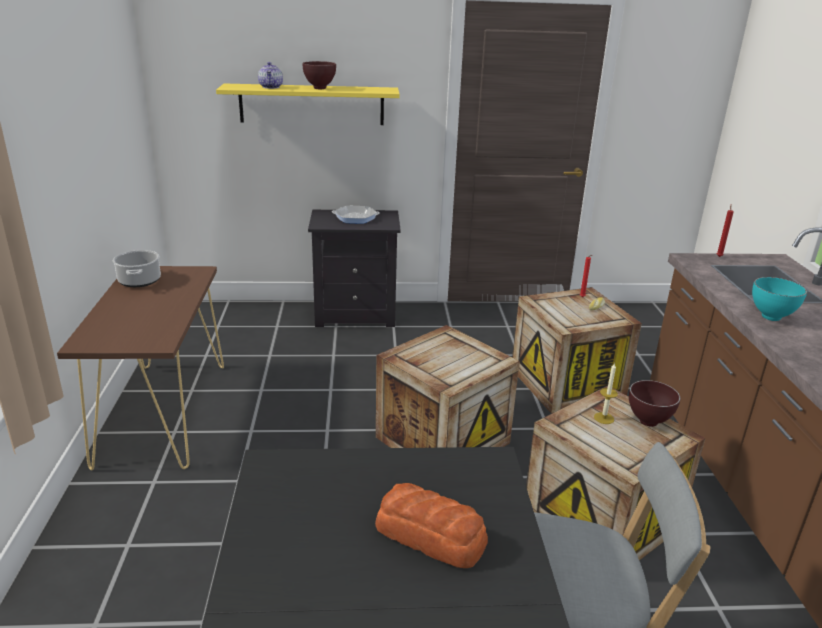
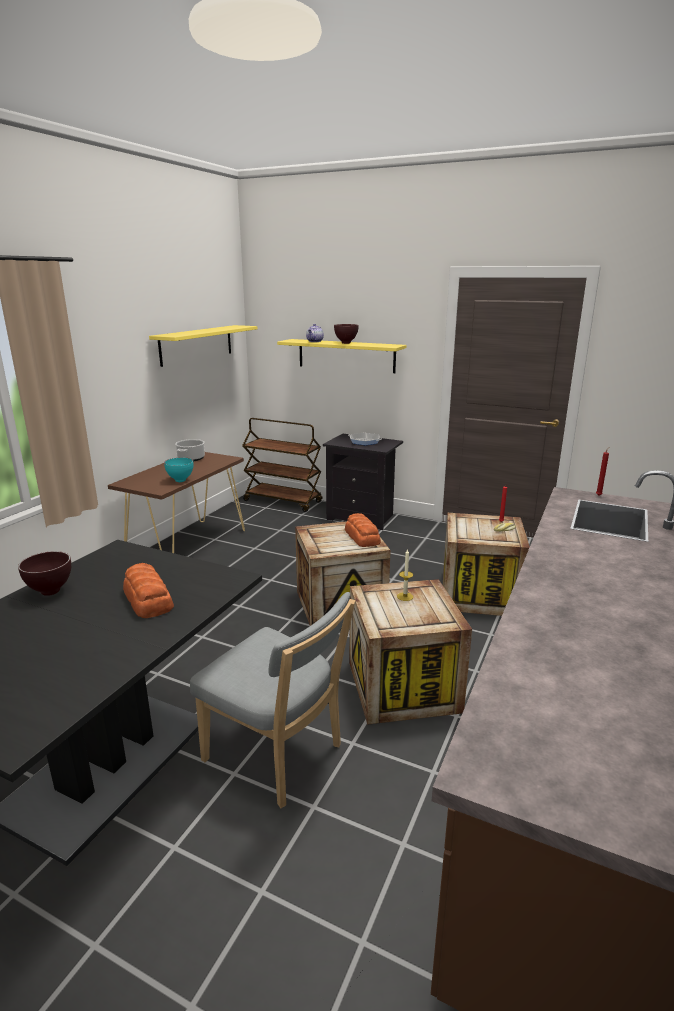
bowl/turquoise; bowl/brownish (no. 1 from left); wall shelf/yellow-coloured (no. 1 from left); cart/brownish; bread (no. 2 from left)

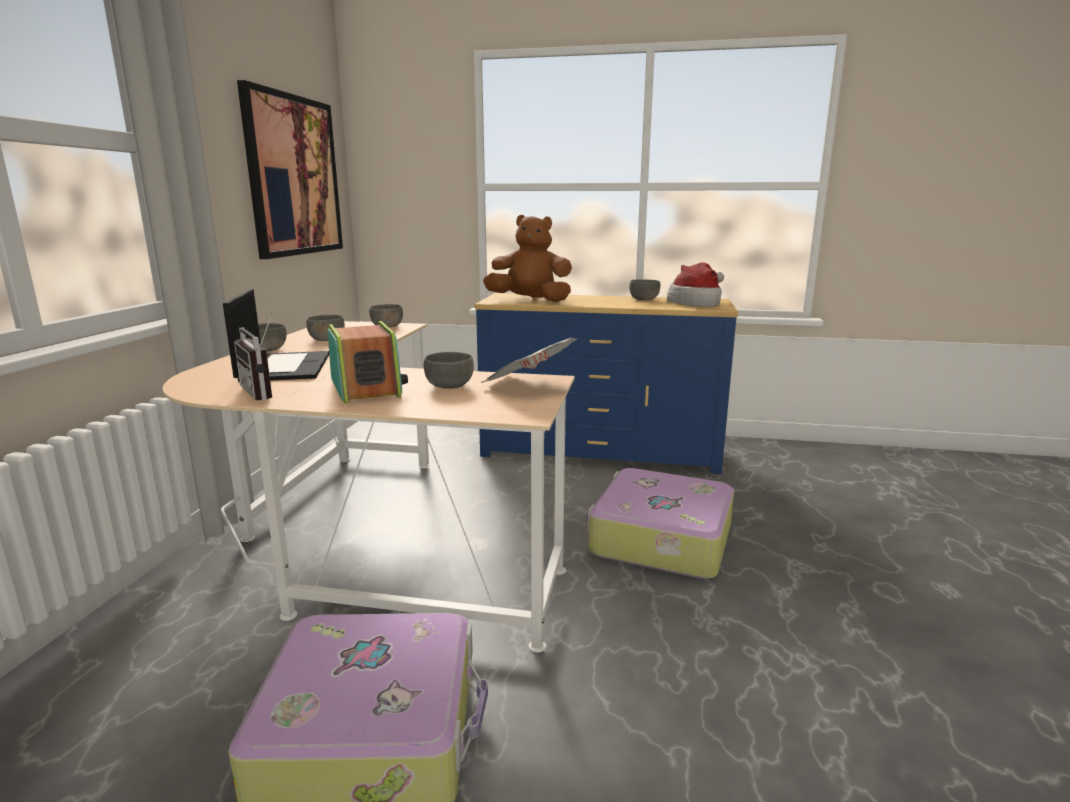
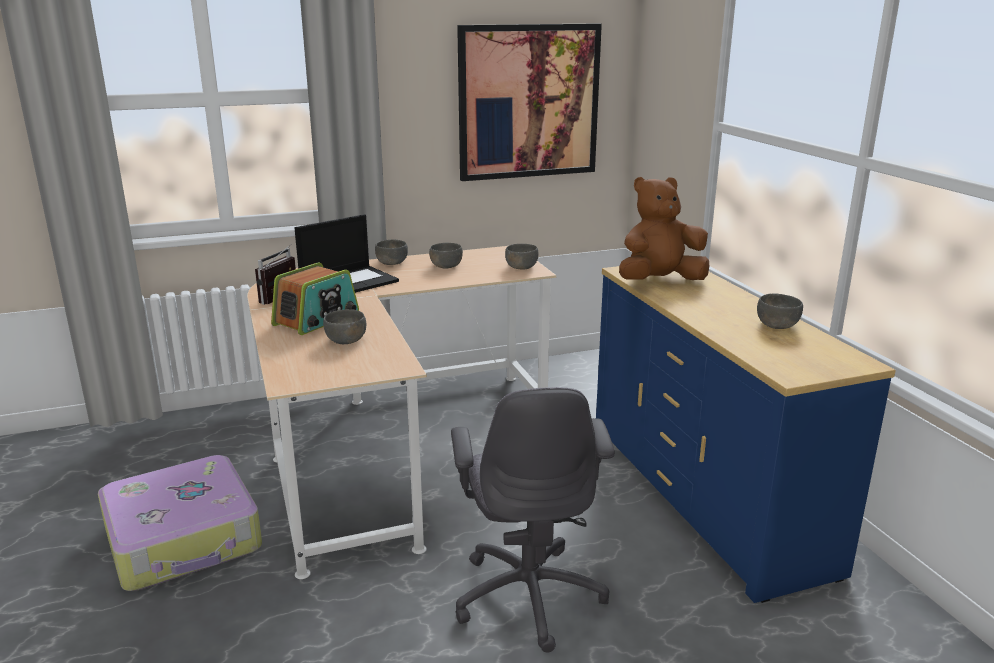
soft toy/brownish; wearable hat; printed paper; desk chair/grey

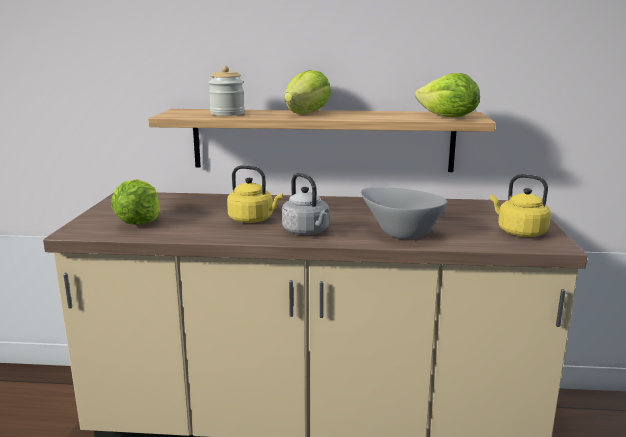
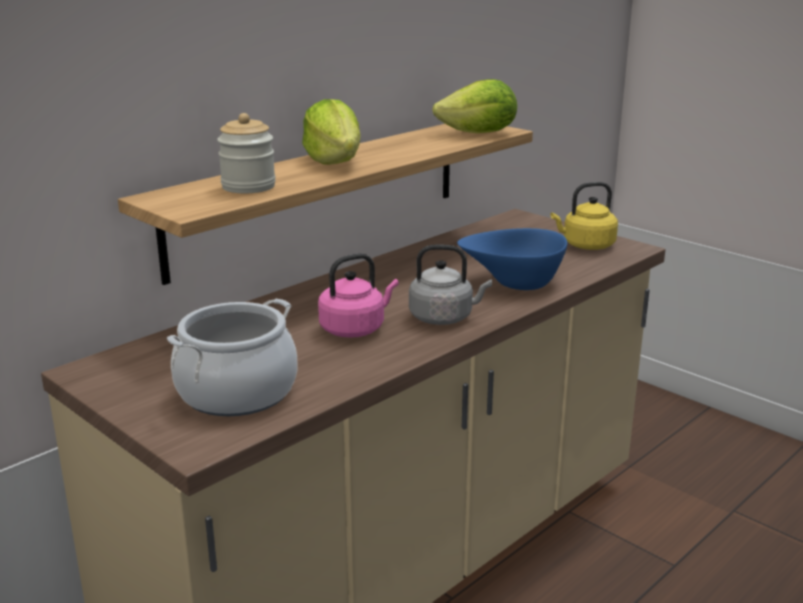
kettle/pink; stockpot; bowl/blue

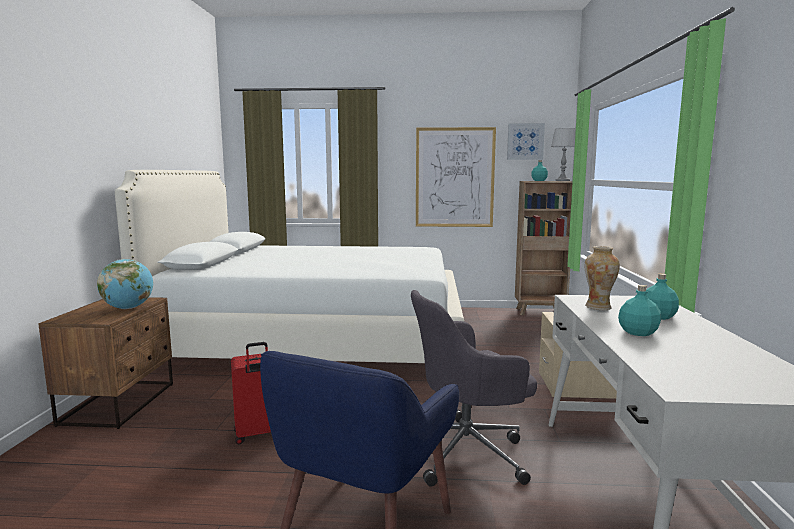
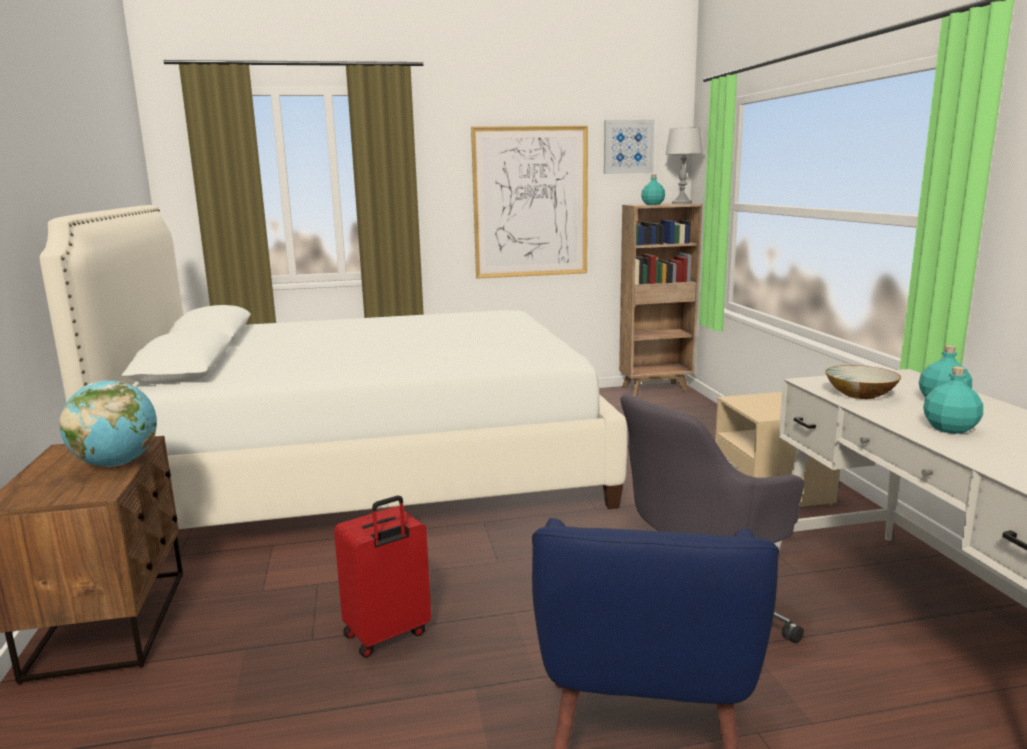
bowl

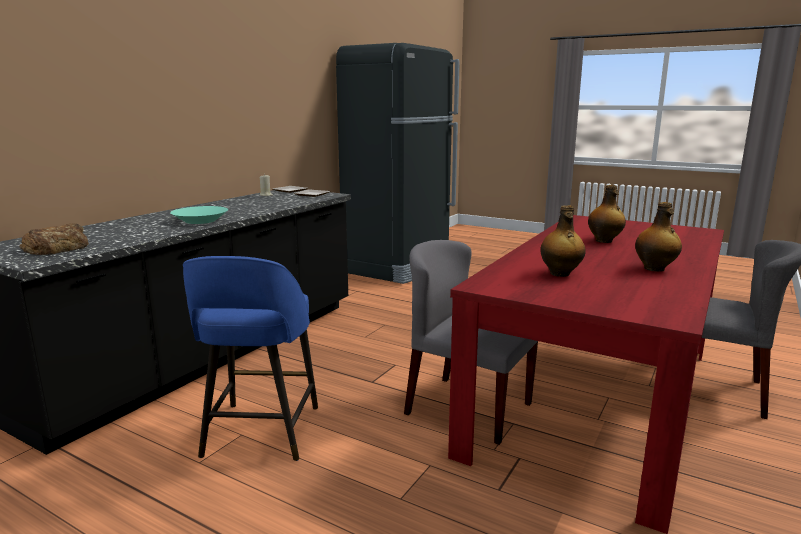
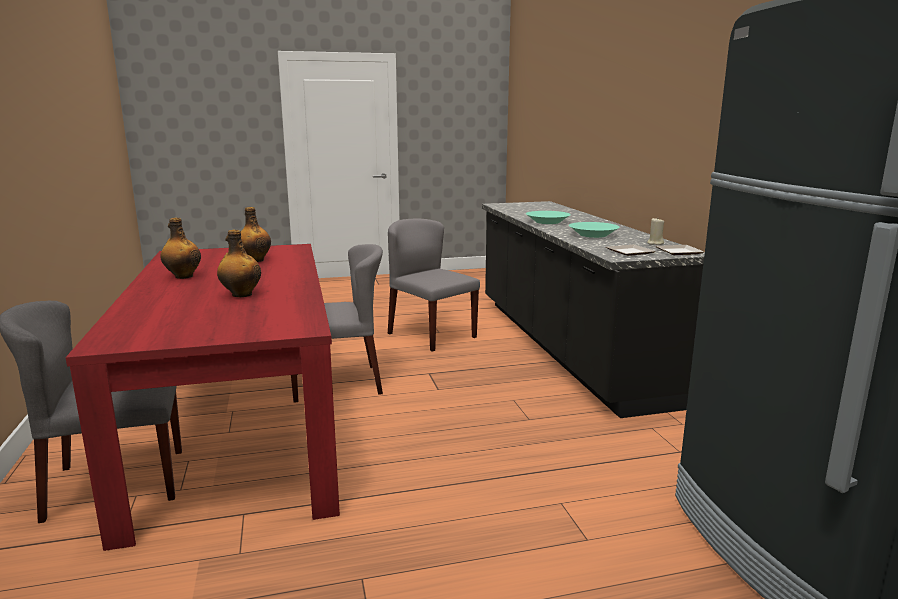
bread; plain chair/grey (no. 3 from left); bowl/turquoise (no. 2 from left)

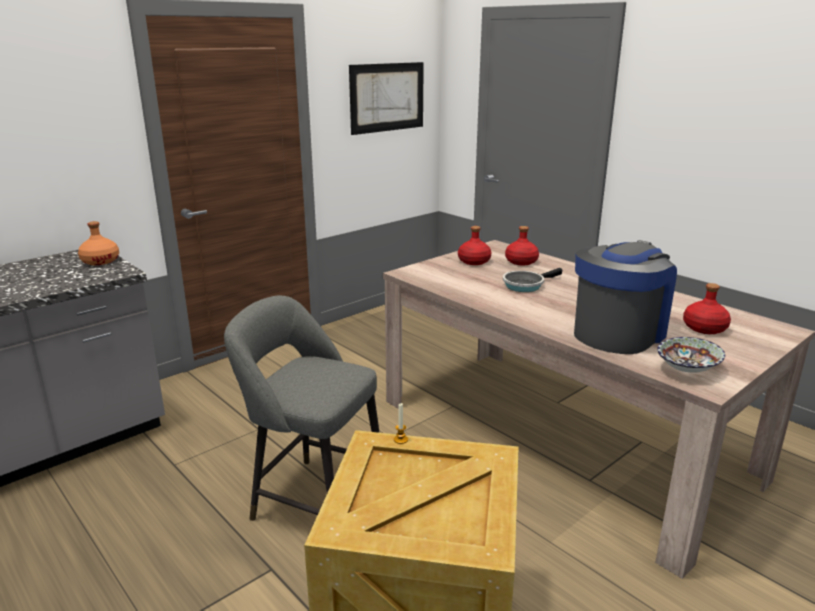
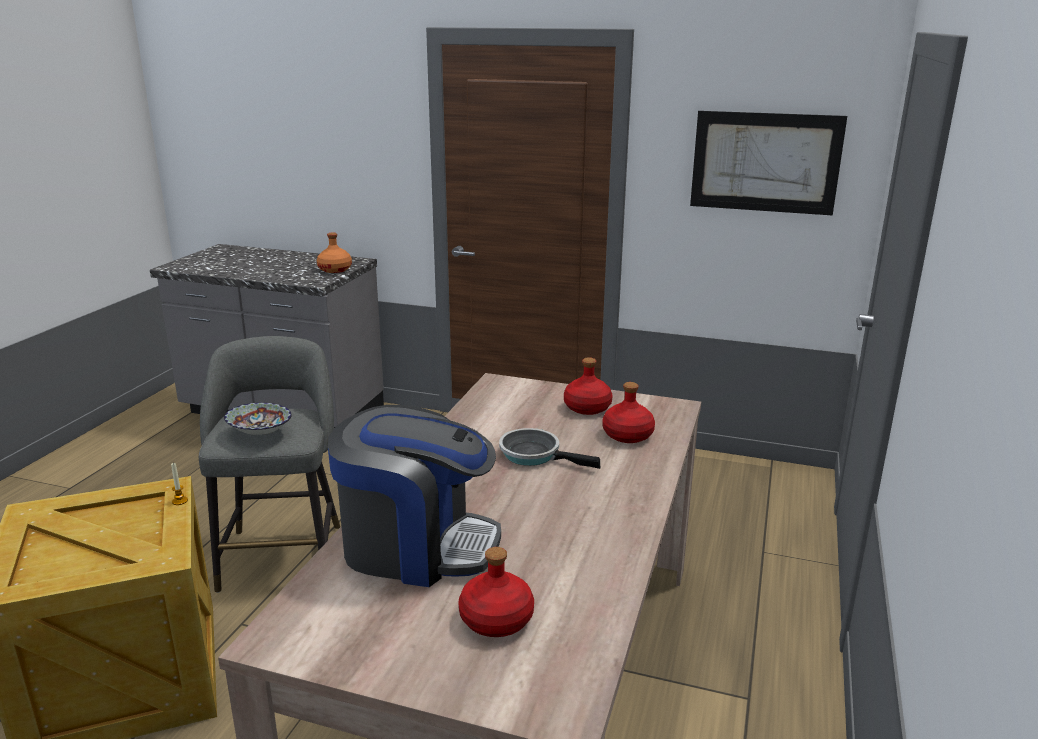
bowl

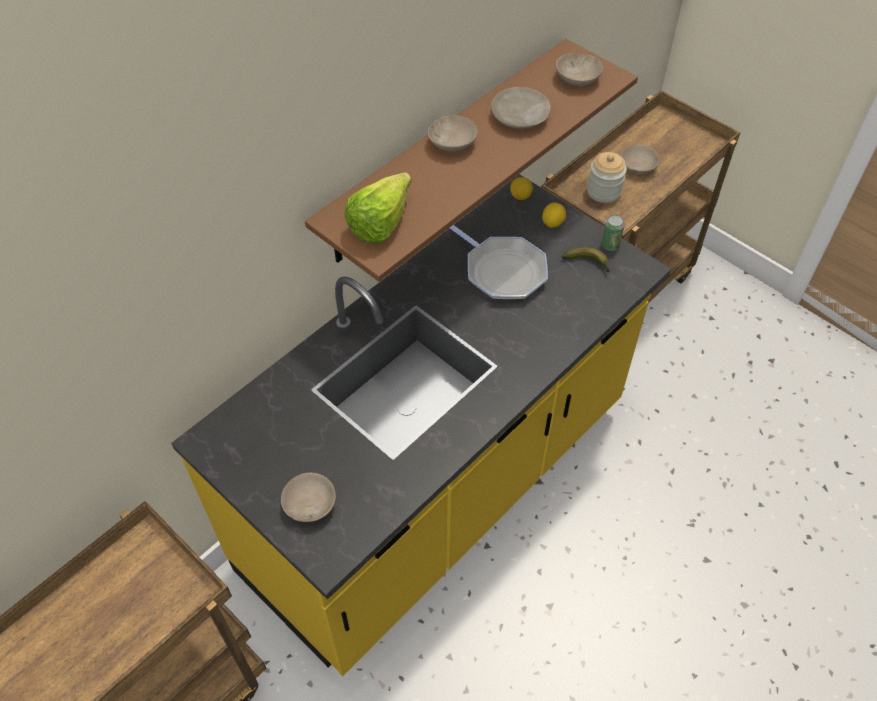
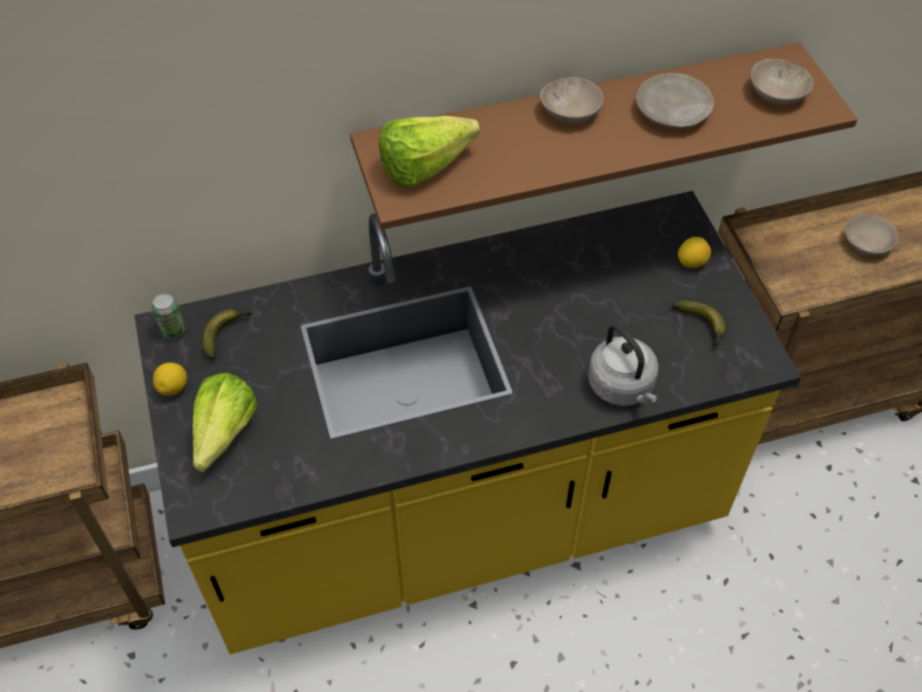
storage jar; citrus fruit (no. 1 from left); can; skillet; lettuce head (no. 1 from left); banana (no. 1 from left); kettle/grey

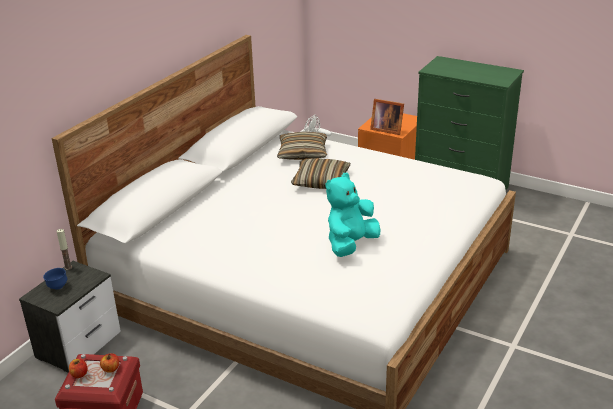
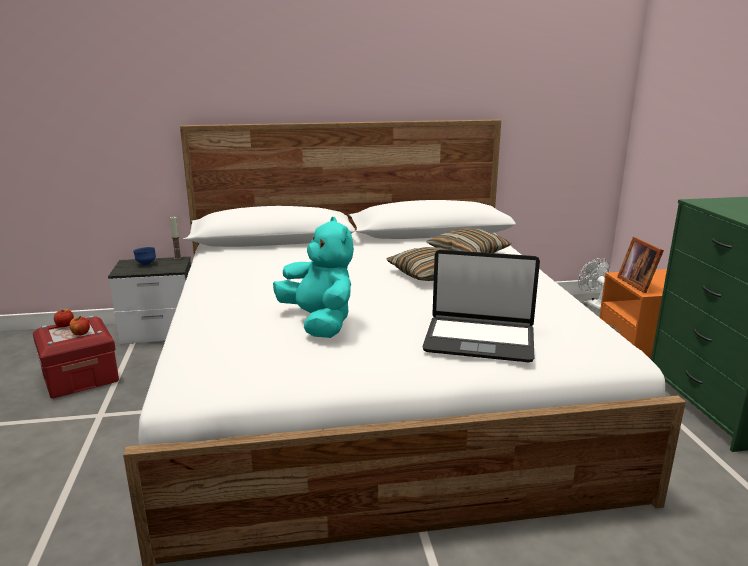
soft toy/turquoise; laptop

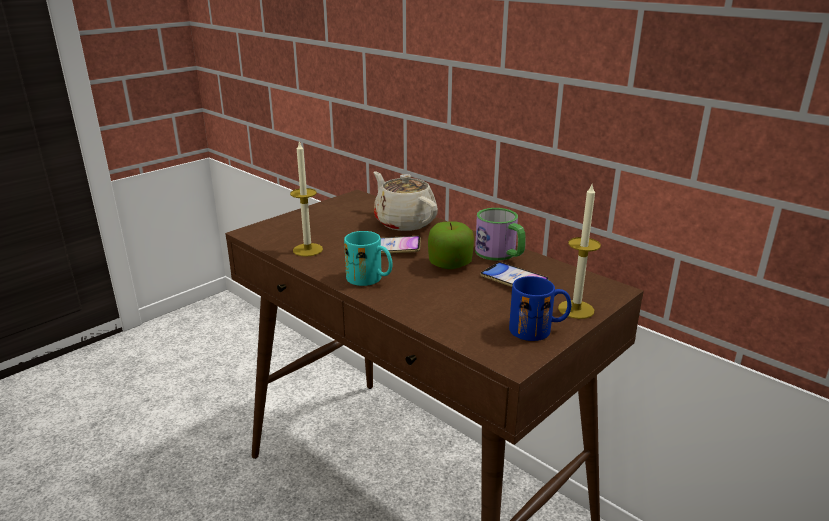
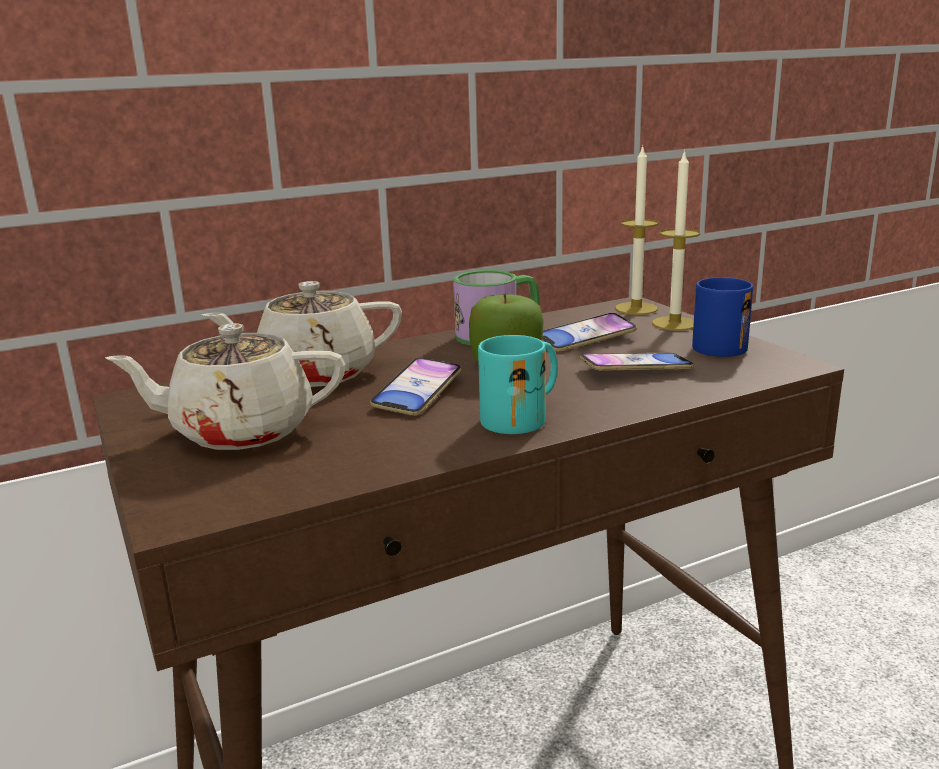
wax candle (no. 1 from left); pot for tea/sand-coloured (no. 1 from left); telephone (no. 3 from left)

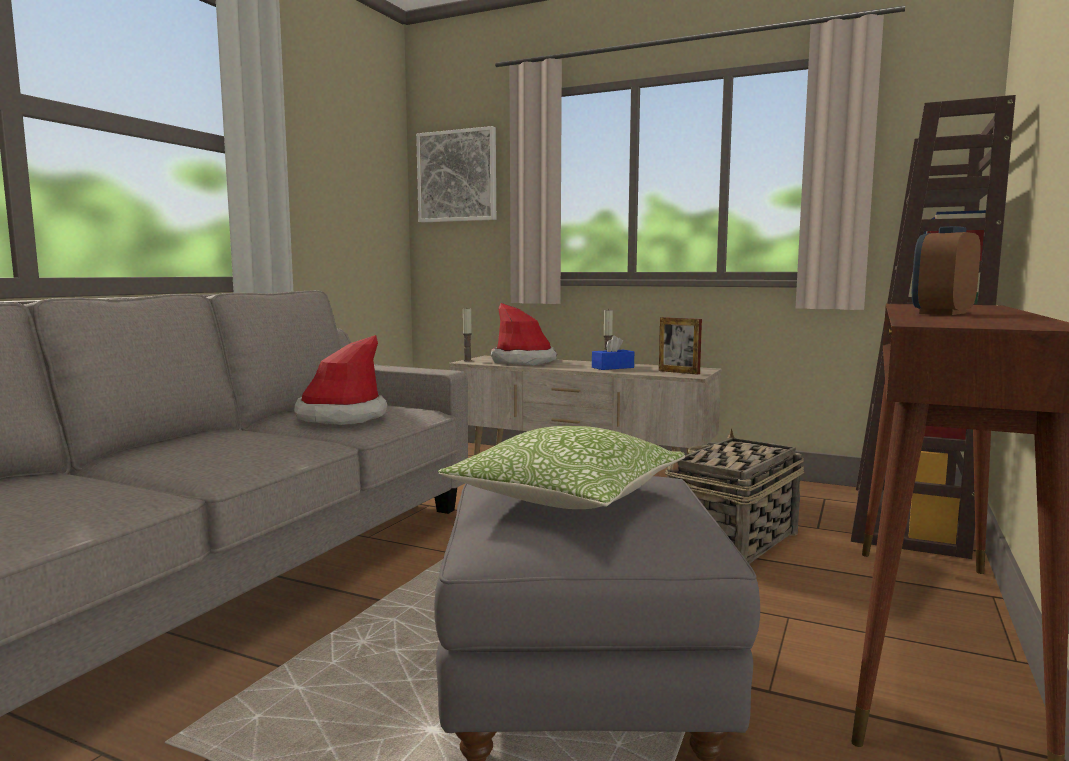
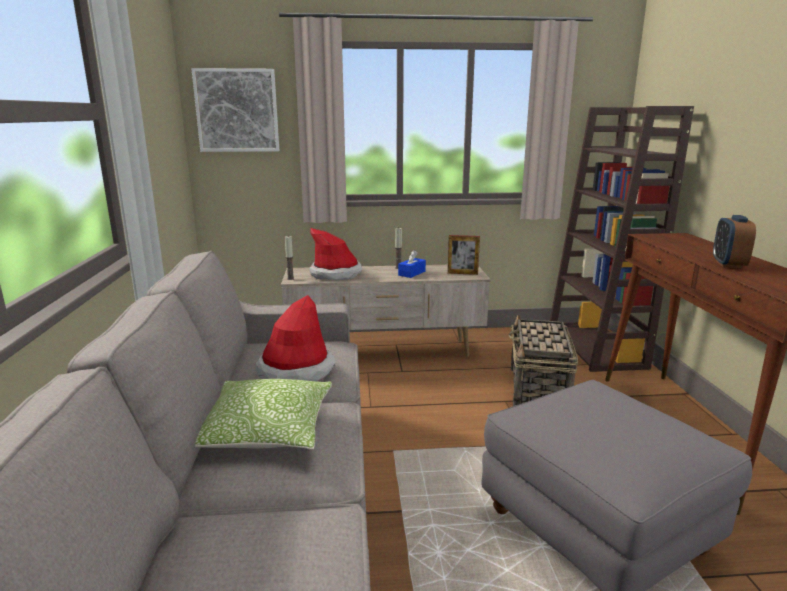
cushion

